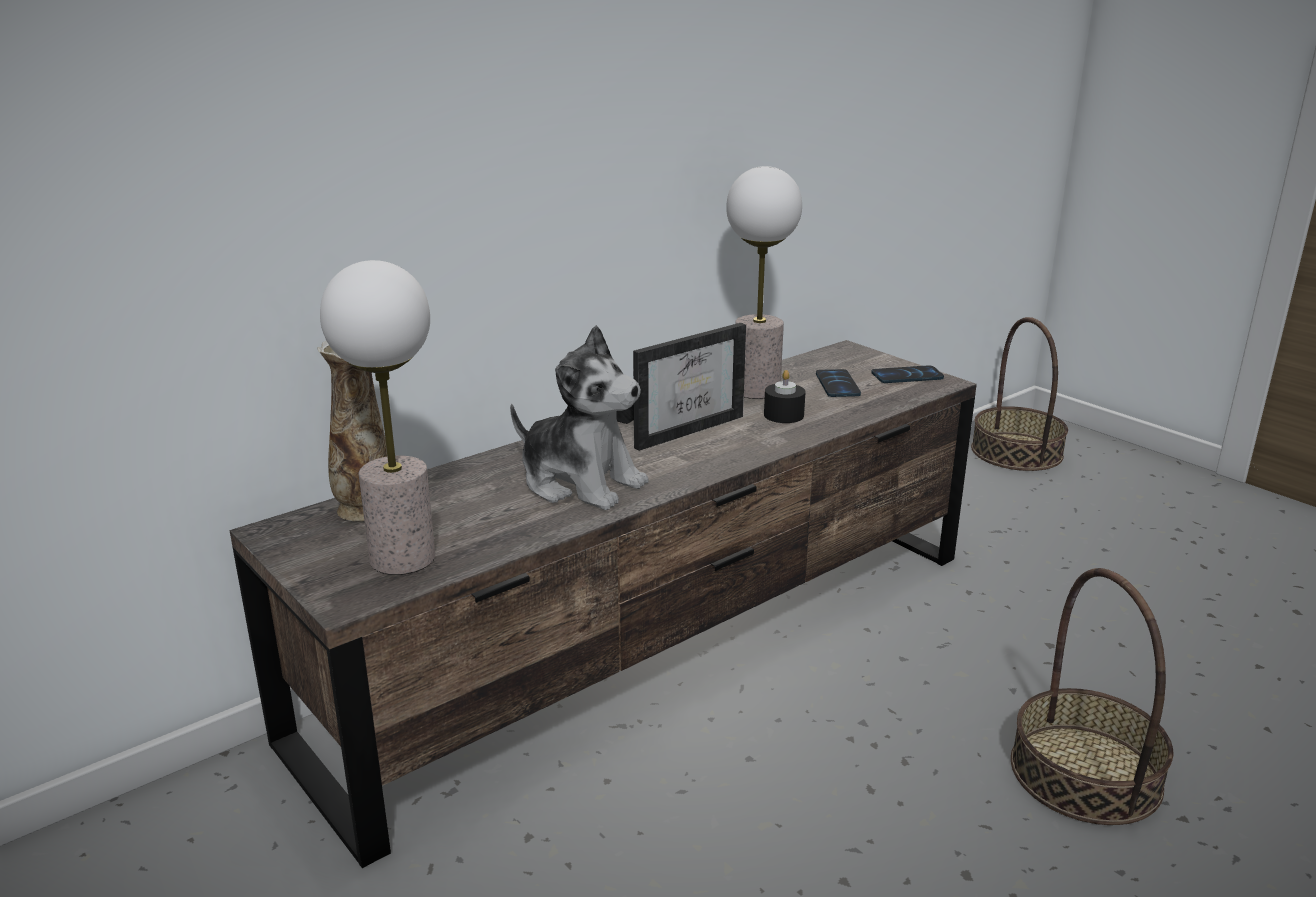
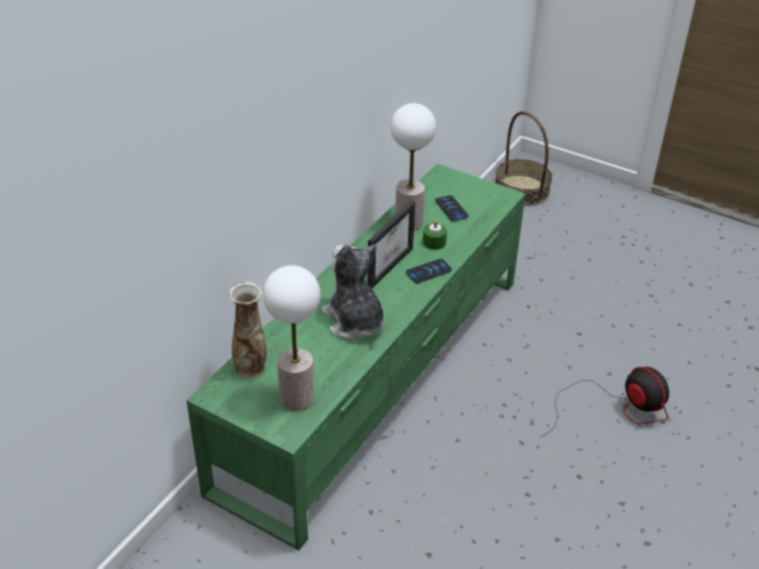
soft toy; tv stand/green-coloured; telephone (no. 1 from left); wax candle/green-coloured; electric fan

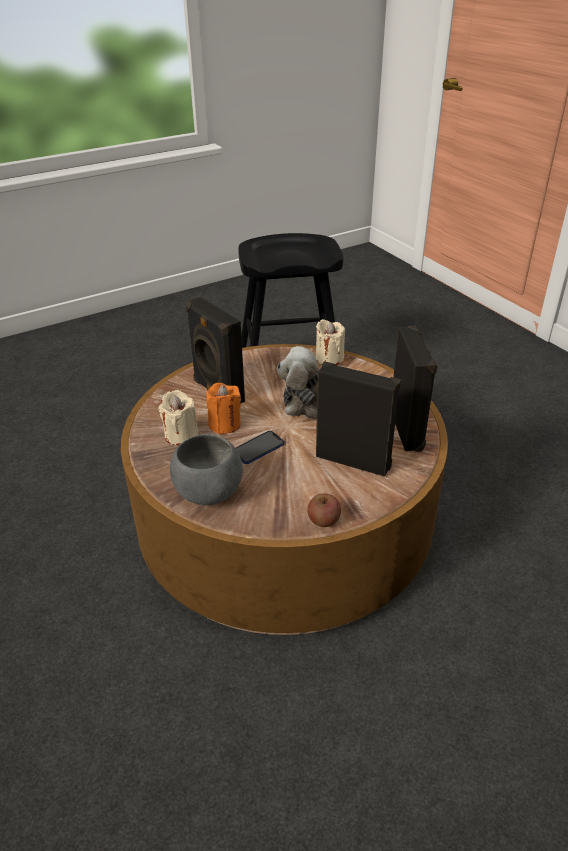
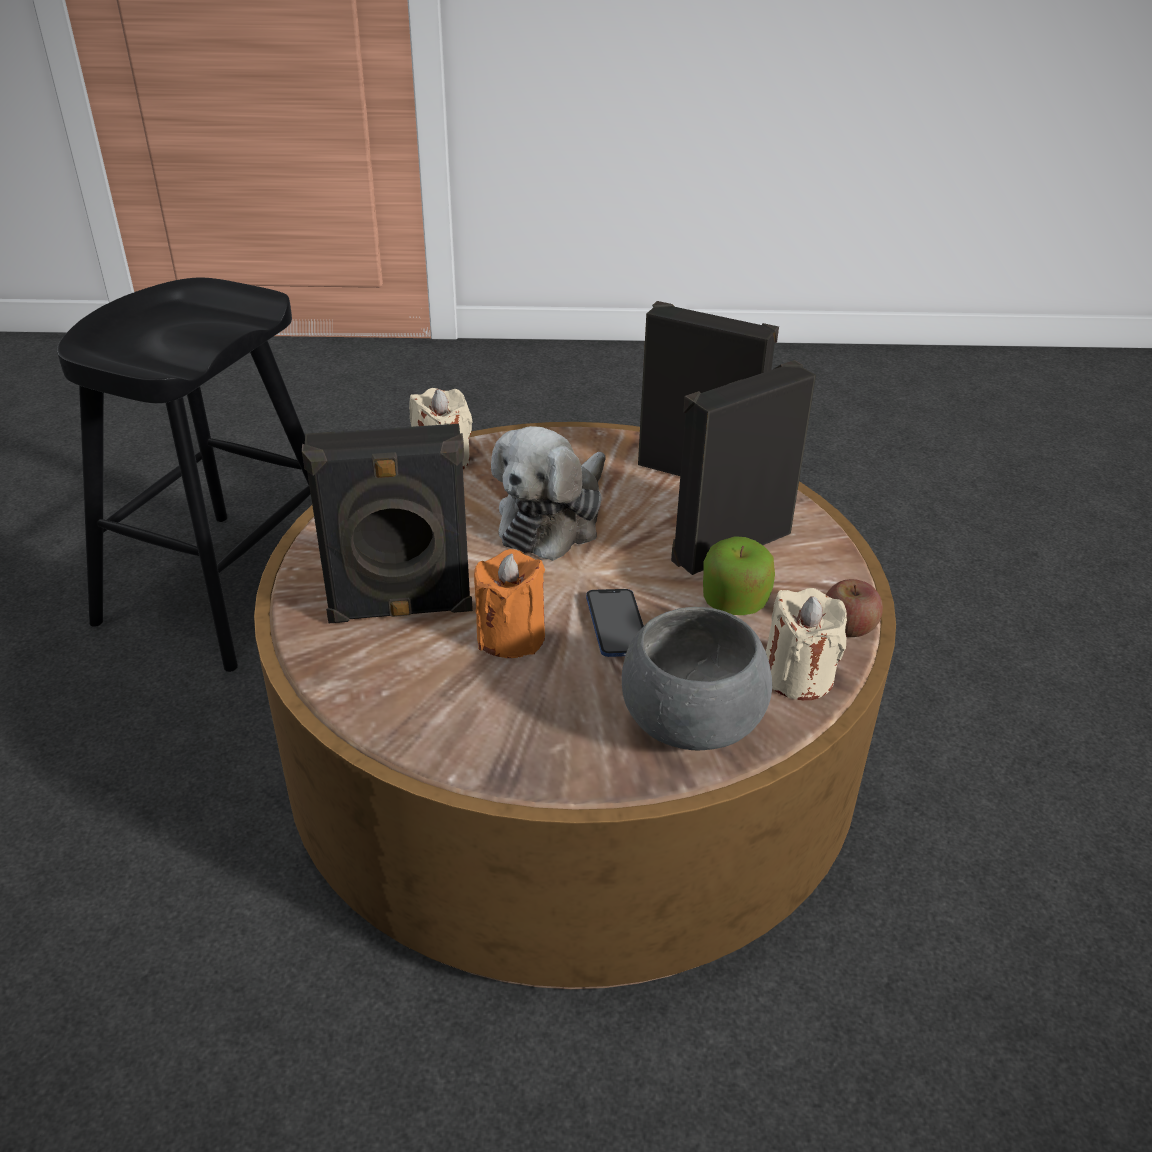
wax candle/sand-coloured (no. 2 from left); apple (no. 1 from left)

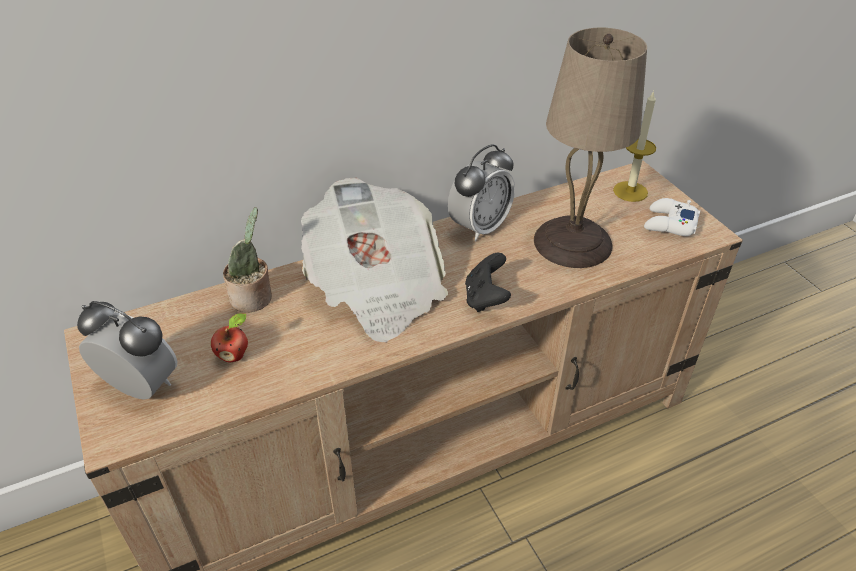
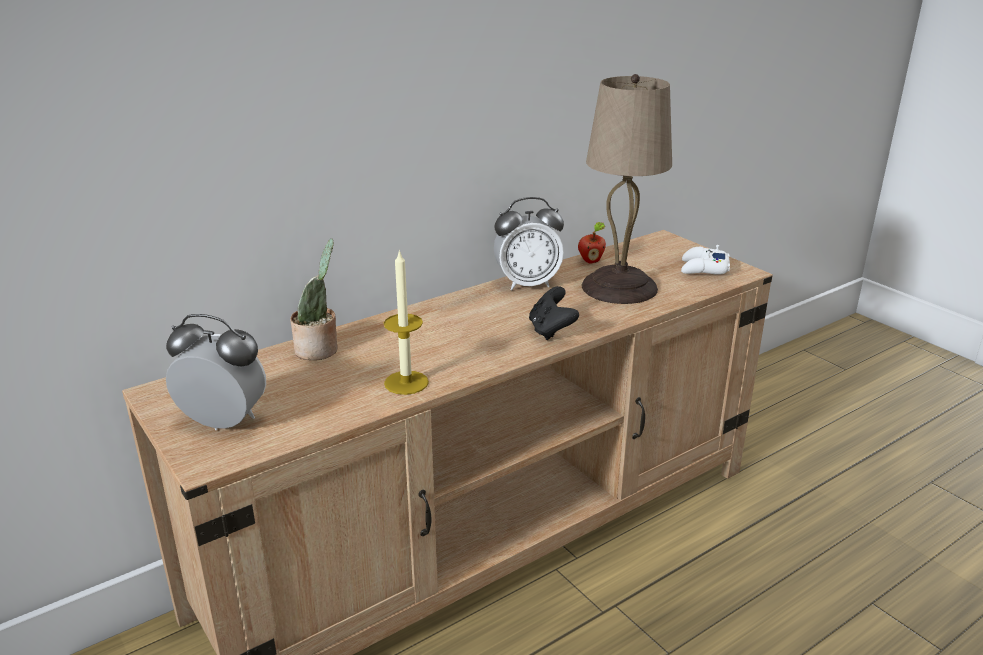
wax candle; alarm clock (no. 2 from left); printed paper; apple

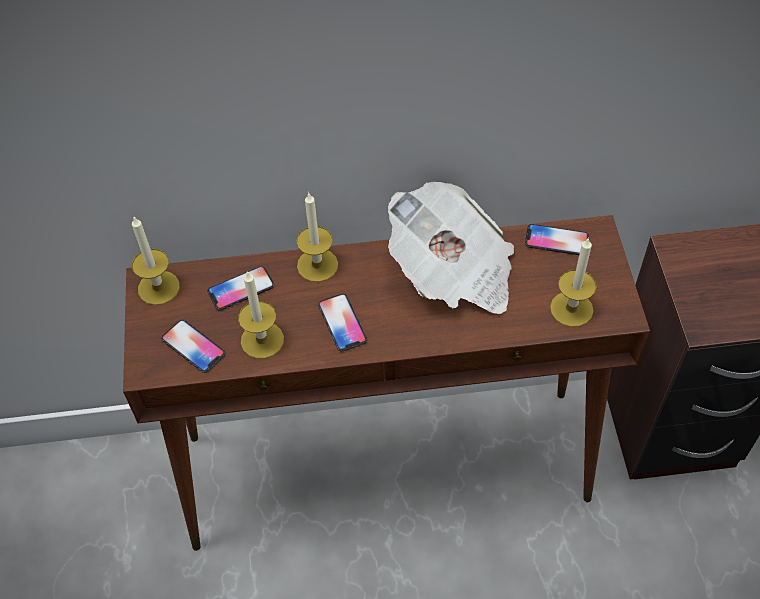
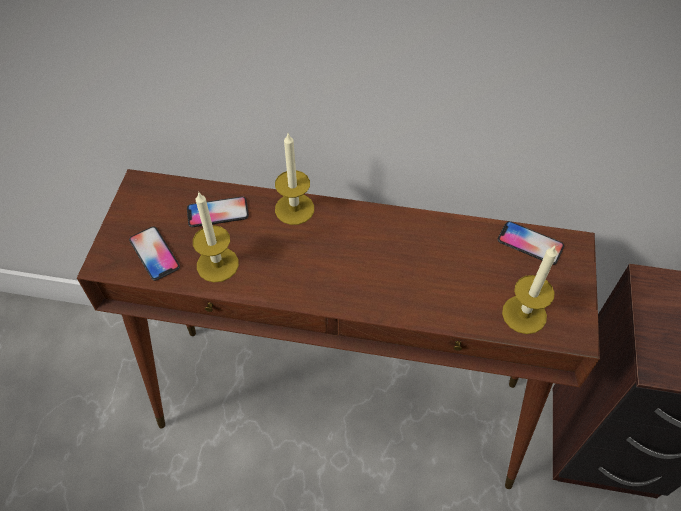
printed paper; wax candle (no. 1 from left in the first image); telephone (no. 3 from left in the first image)

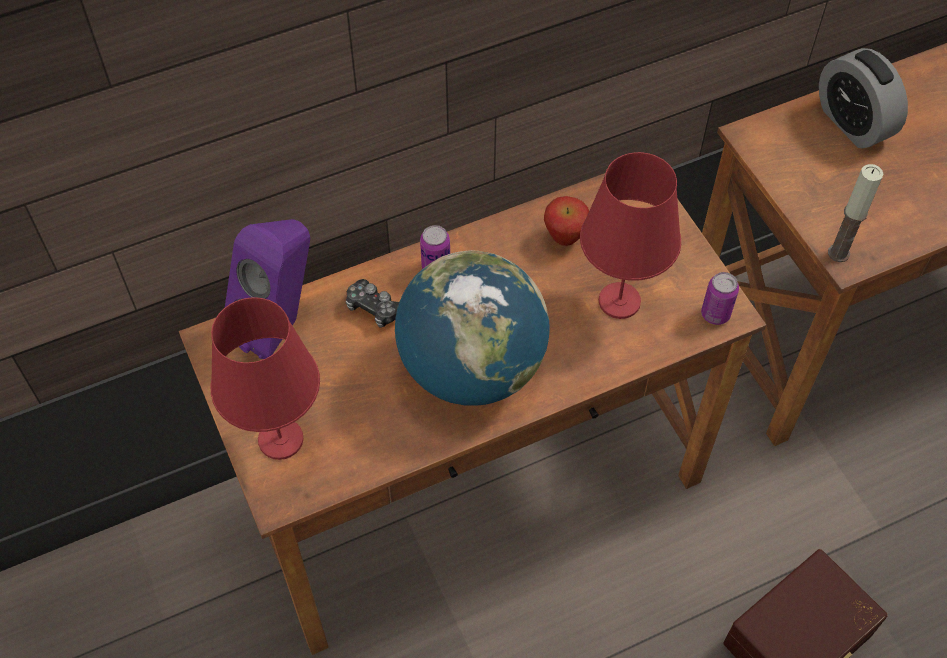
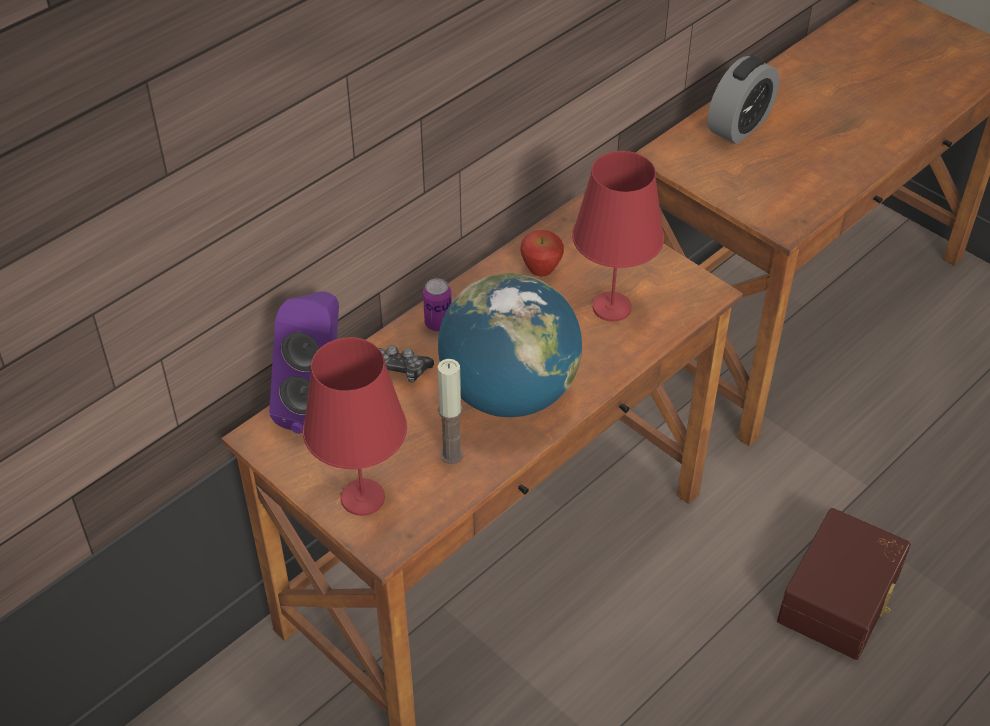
alarm clock; wax candle; can (no. 2 from left in the first image)

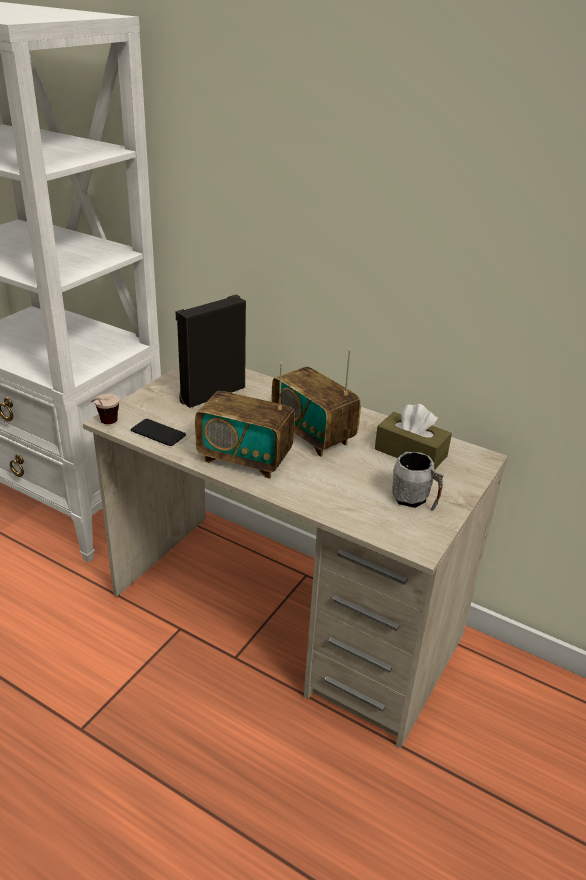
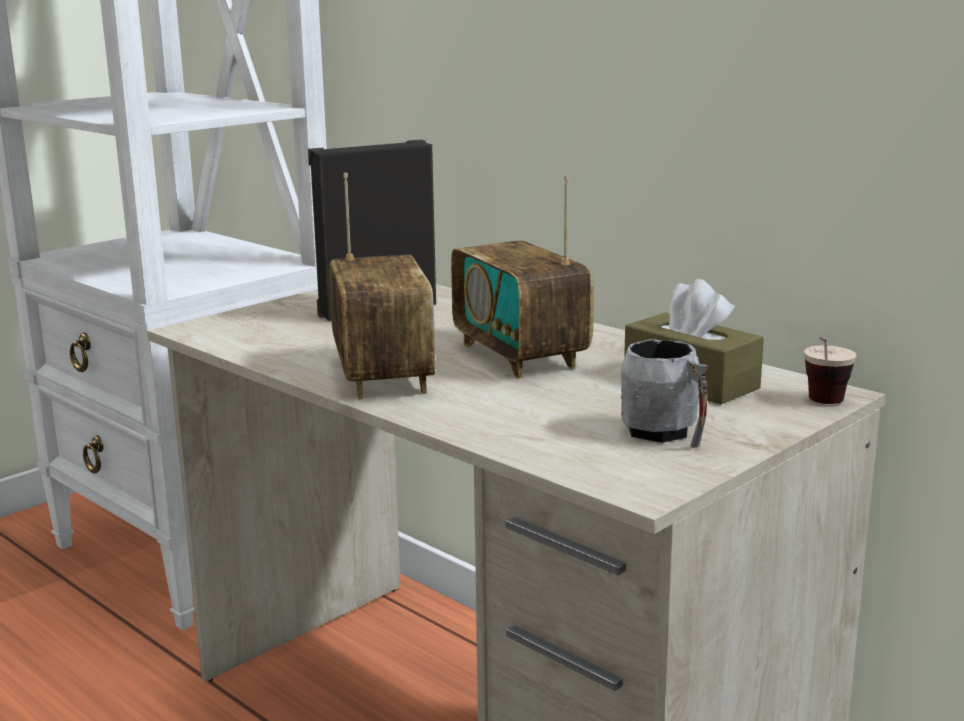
radio (no. 1 from left); cup; telephone

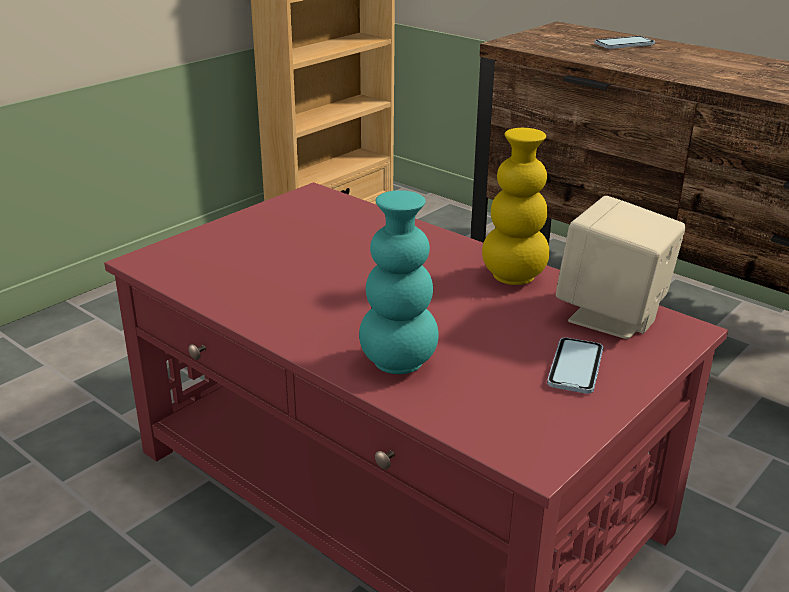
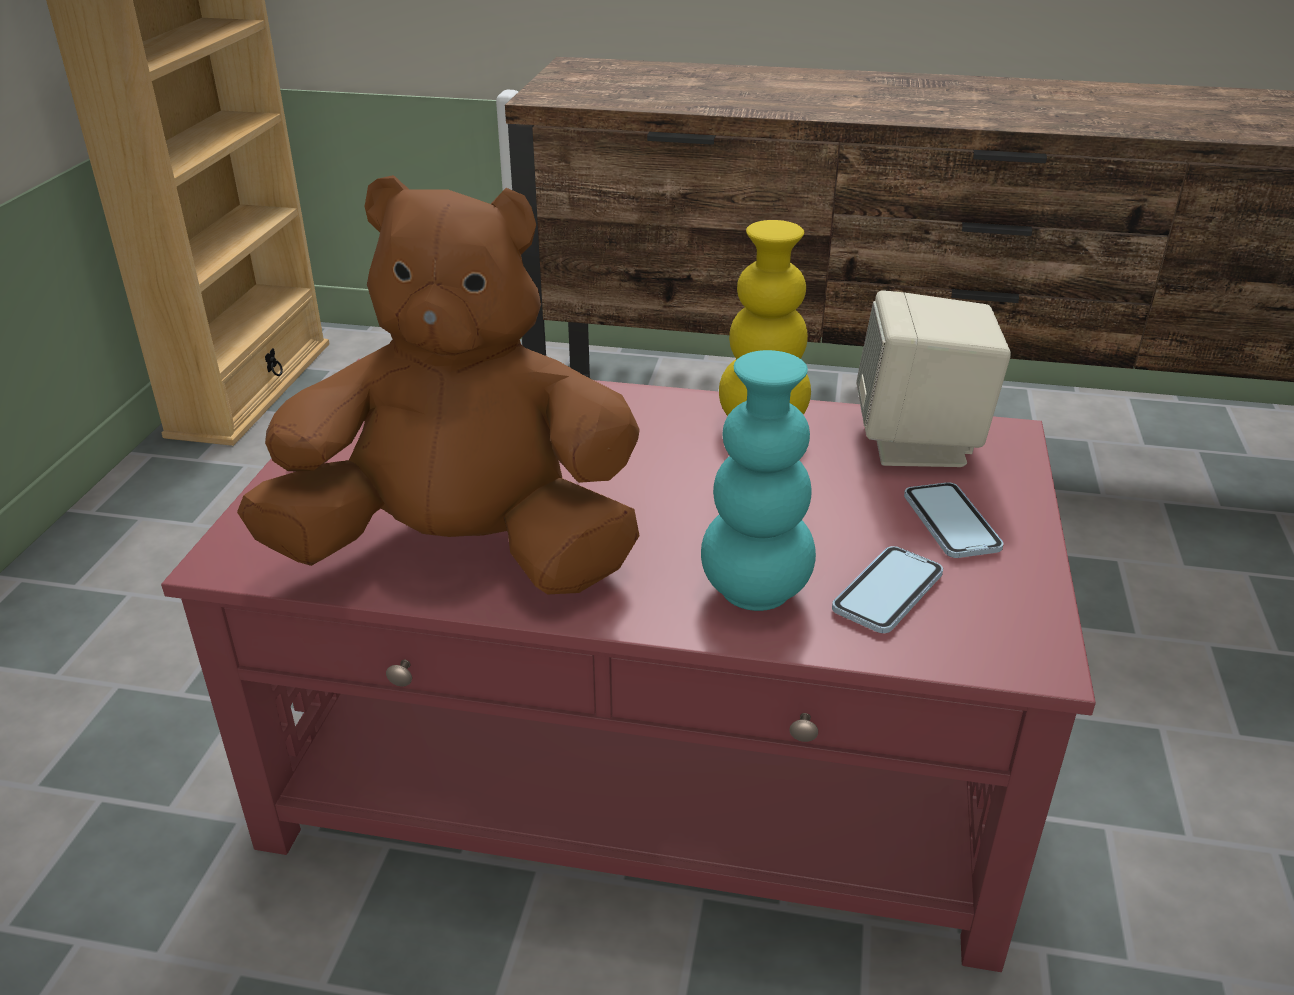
telephone (no. 1 from left); soft toy/brownish

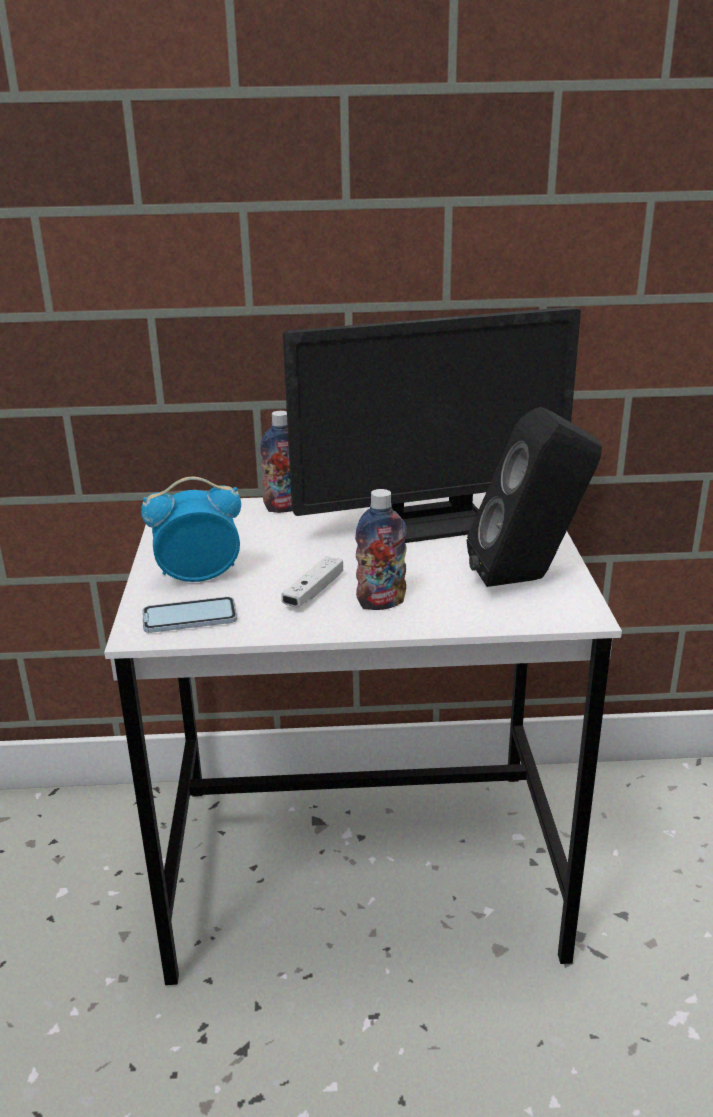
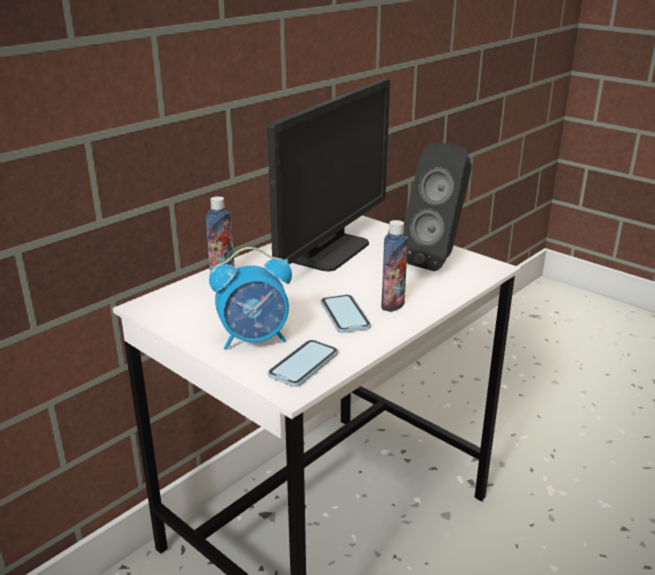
alarm clock; telephone (no. 2 from left)

